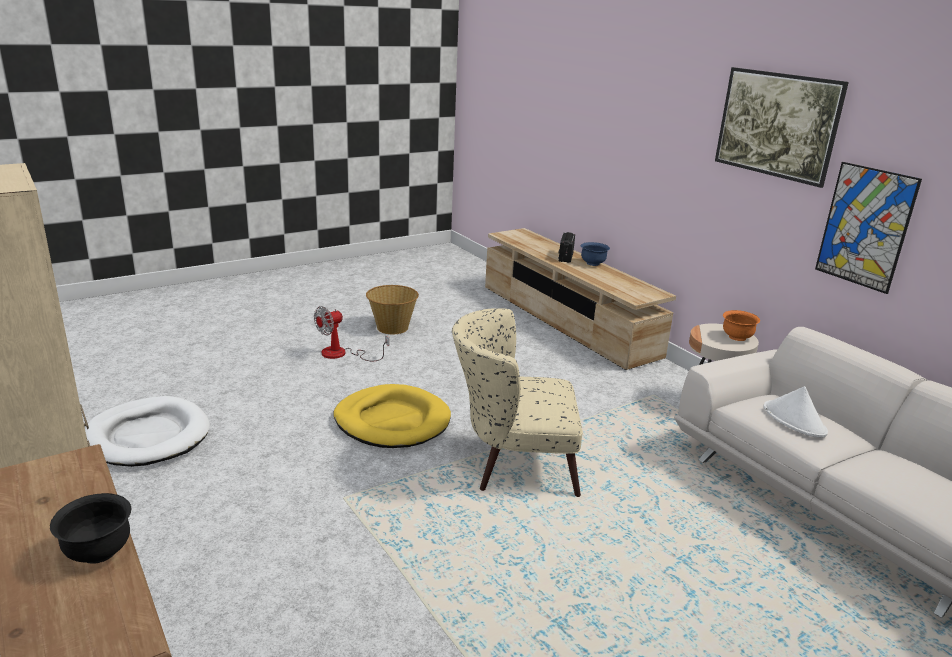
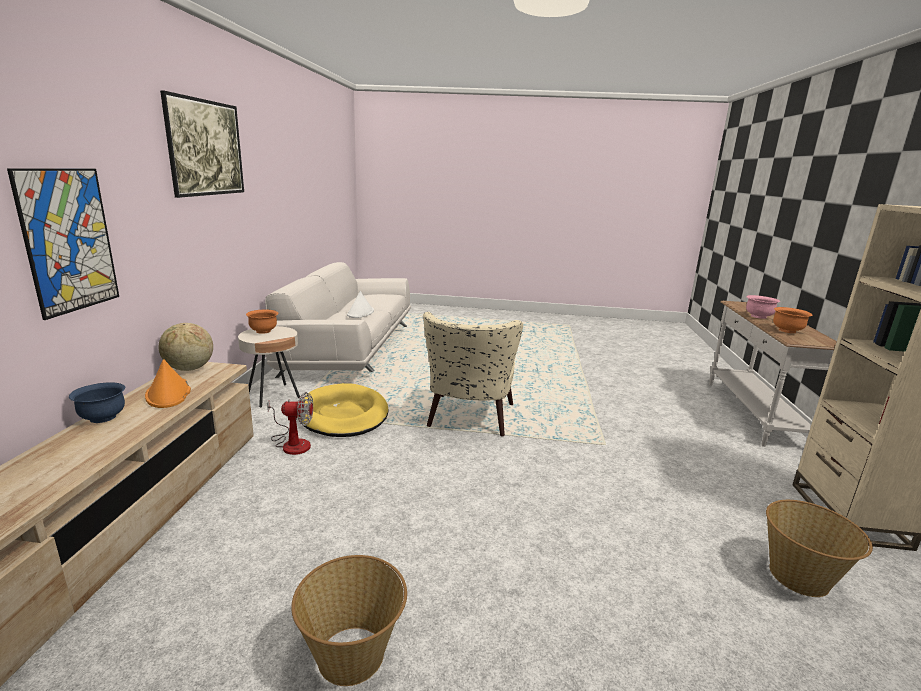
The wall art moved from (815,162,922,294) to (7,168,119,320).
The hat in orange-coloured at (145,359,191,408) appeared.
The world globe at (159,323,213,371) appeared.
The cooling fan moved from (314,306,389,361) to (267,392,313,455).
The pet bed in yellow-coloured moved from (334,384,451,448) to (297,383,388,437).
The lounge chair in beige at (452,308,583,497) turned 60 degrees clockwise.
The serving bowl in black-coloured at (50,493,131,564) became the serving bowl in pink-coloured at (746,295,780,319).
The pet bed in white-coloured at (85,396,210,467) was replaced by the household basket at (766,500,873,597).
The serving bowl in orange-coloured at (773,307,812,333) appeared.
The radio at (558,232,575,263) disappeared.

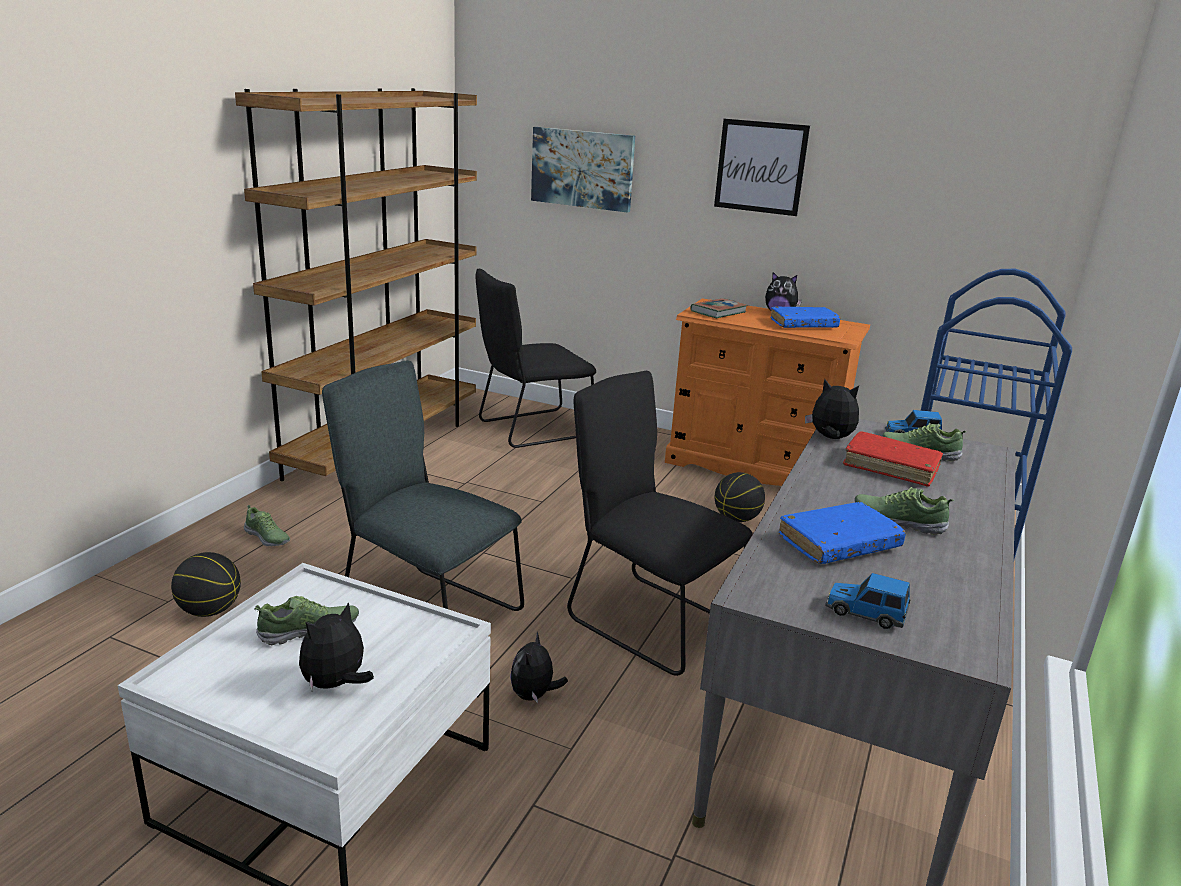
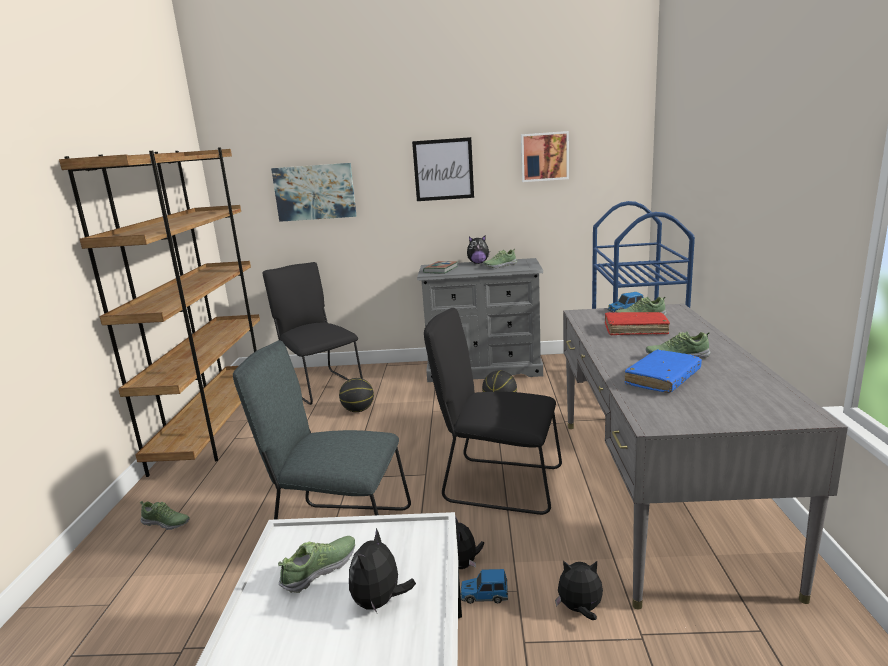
The plain chair in black-coloured at (476,269,596,448) turned 105 degrees clockwise.
The basketball moved from (171,552,241,617) to (339,378,374,412).
The drawer chest in orange-coloured at (665,298,870,486) became the drawer chest in greyish at (417,258,543,382).
The miniature car moved from (825,573,911,629) to (461,569,508,604).
The bound book in bluish at (770,306,841,328) was replaced by the item of footwear at (483,249,517,268).
The wall art at (521,131,569,182) appeared.
The plush toy moved from (805,379,859,439) to (555,560,603,620).

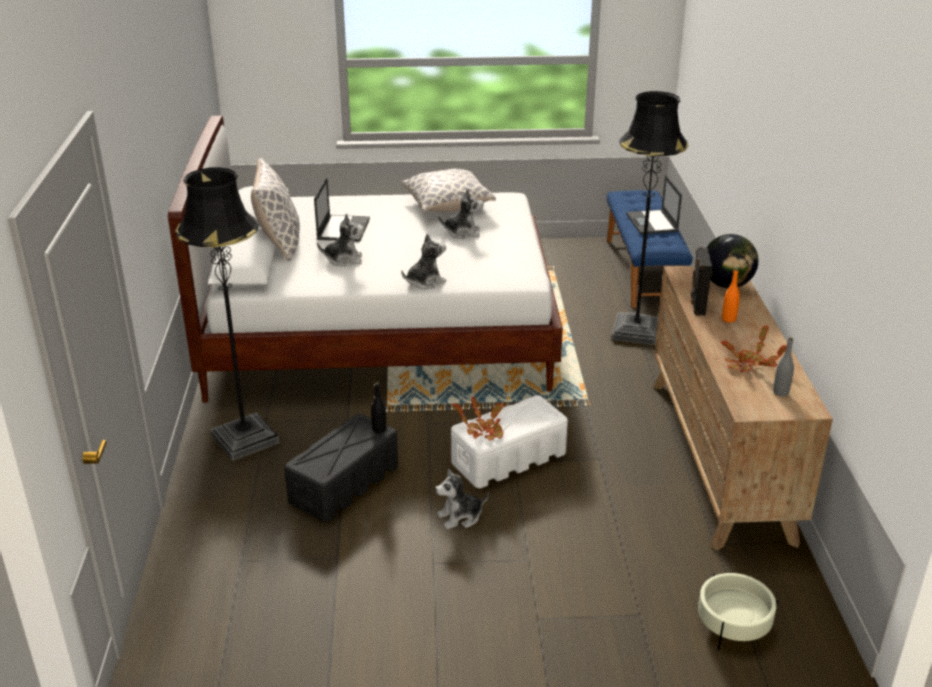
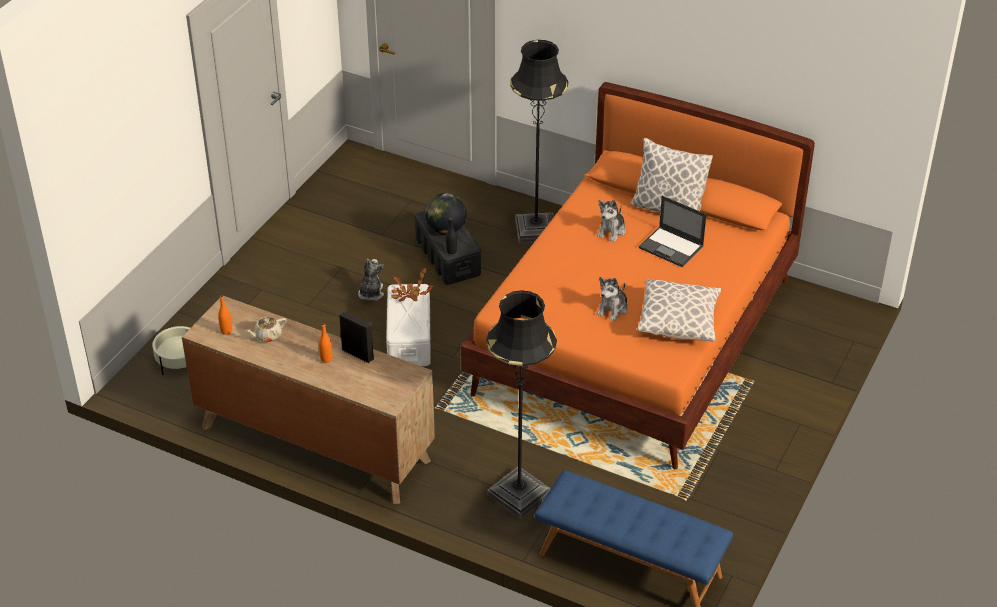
The beverage bottle in greyish at (773,337,794,396) became the beverage bottle in orange-coloured at (218,295,232,335).
The plant in a pot at (720,325,787,372) was replaced by the pot for tea in beige at (245,316,287,342).
The world globe moved from (707,234,758,288) to (425,193,467,234).
The sleeping bed in white-coloured at (168,116,563,403) became the sleeping bed in orange-coloured at (461,82,815,469).
The plush toy at (401,234,446,289) disappeared.
The portable computer at (626,175,682,234) disappeared.

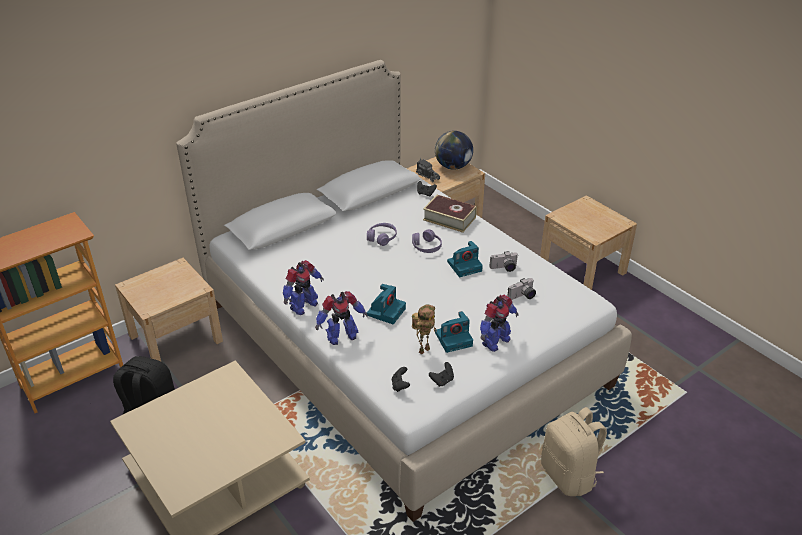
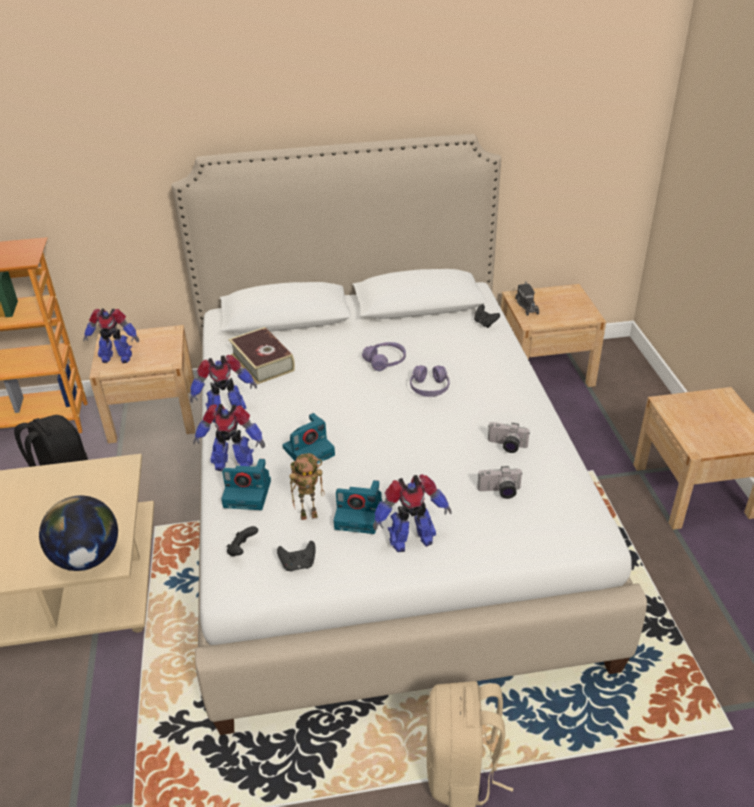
The world globe moved from (435,131,473,170) to (39,495,118,571).
The robot figure at (83,309,139,363) appeared.
The photo camera moved from (447,241,483,277) to (221,459,271,510).
The bound book moved from (423,195,477,233) to (229,327,295,384).

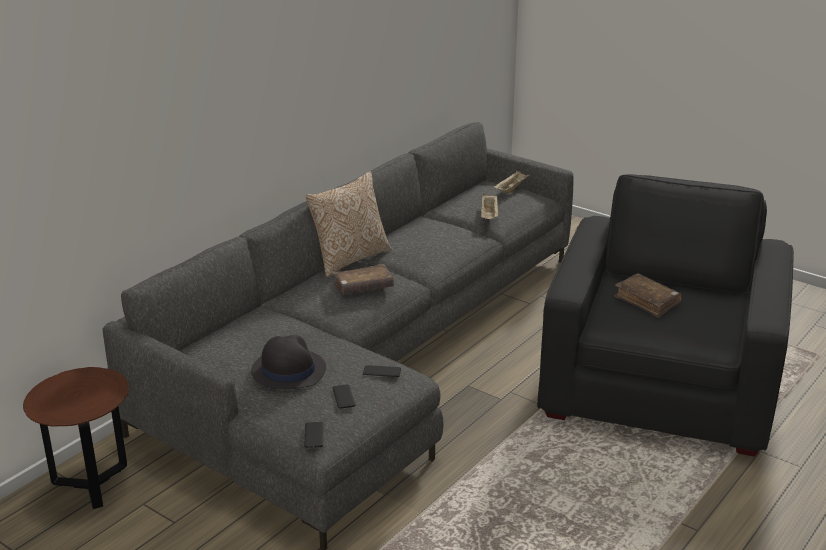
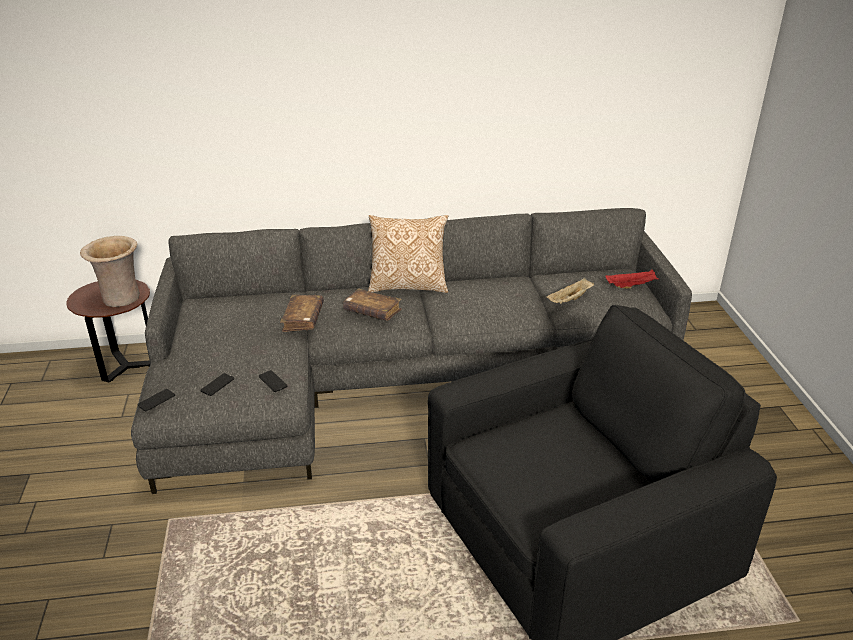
The decorative vase in beige at (80,236,140,307) appeared.
The bound book in brownish moved from (614,273,682,318) to (280,295,324,332).
The carrying tray in beige at (493,170,530,193) became the carrying tray in reddish at (605,269,659,289).
The hat in black-coloured at (251,335,326,390) disappeared.

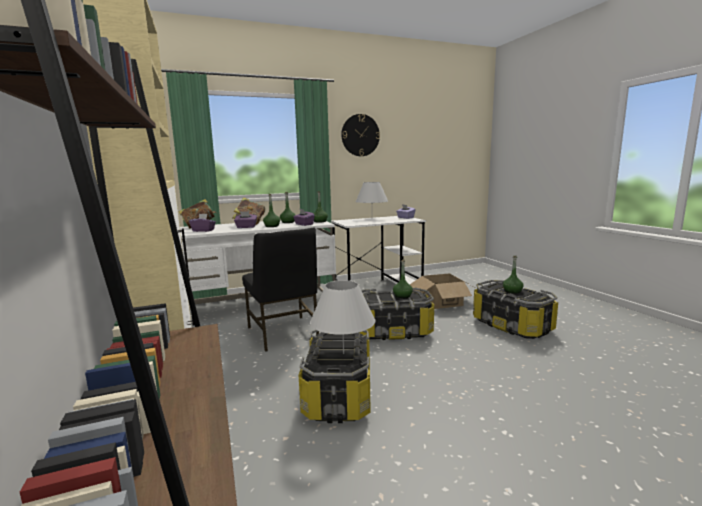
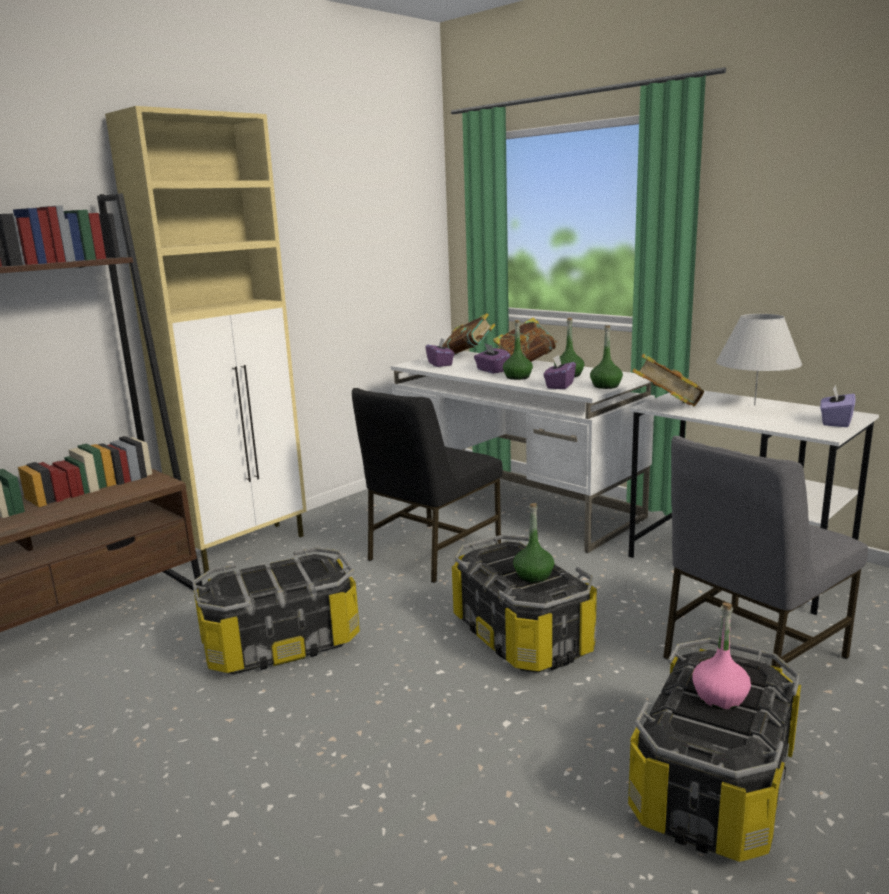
The bound book at (632,354,704,406) appeared.
The packing box at (410,273,472,309) was replaced by the plain chair in greyish at (663,436,868,668).
The beverage bottle in green at (503,256,524,294) became the beverage bottle in pink-coloured at (692,603,751,710).
The tabletop lamp in white-coloured at (310,280,375,354) disappeared.
The hanging clock at (341,114,380,156) disappeared.

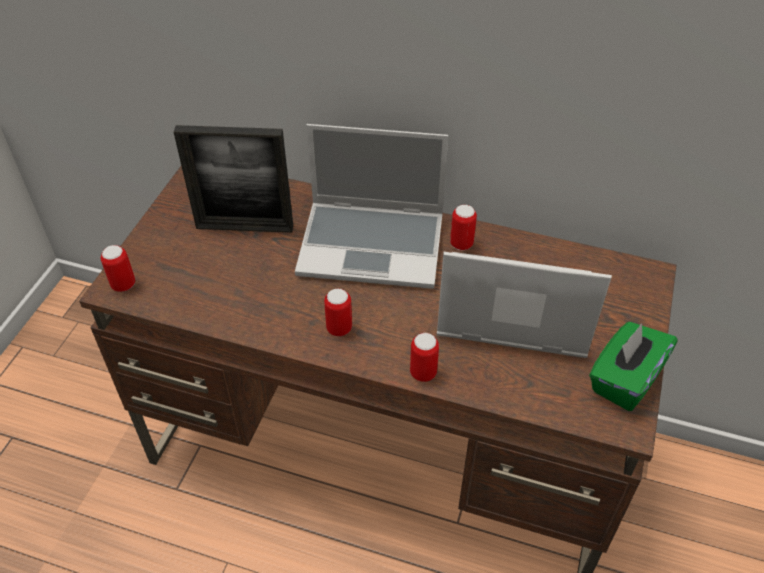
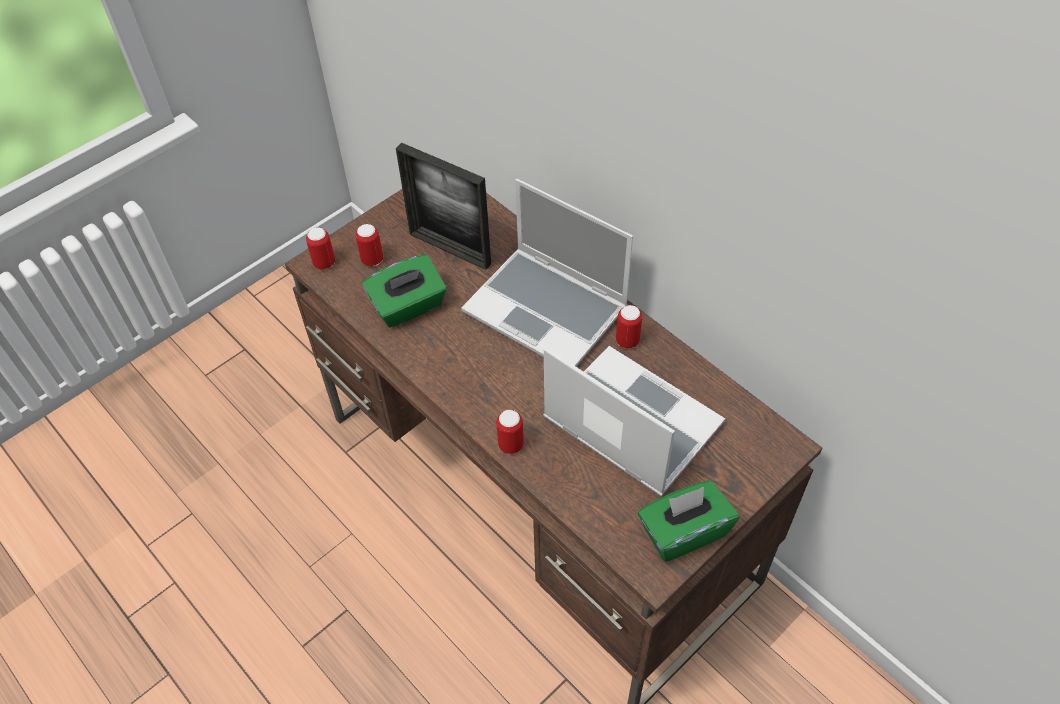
The can moved from (324,288,352,336) to (355,224,383,266).
The tissue box in green at (362,254,447,328) appeared.

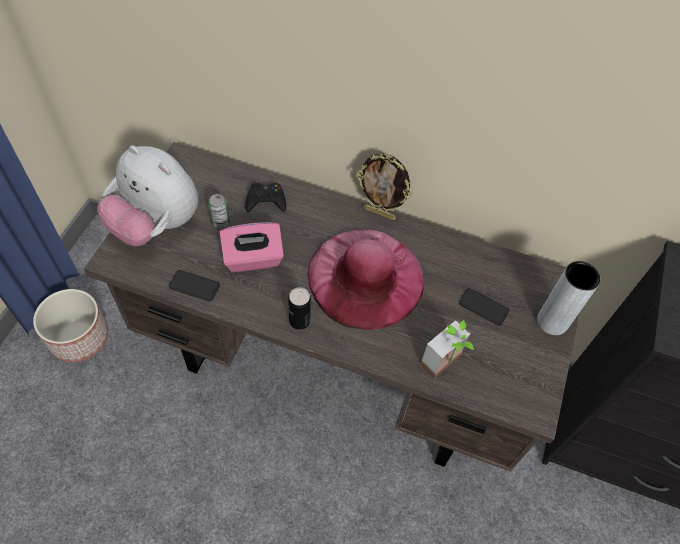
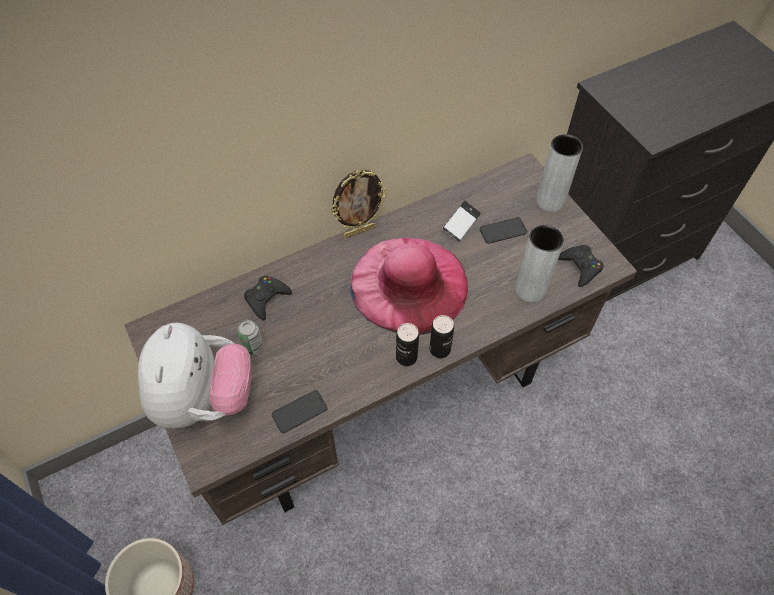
The plush toy at (97,145,198,246) turned 75 degrees counterclockwise.
The can at (429,315,454,358) appeared.
The telephone at (442,201,481,242) appeared.
The plant in a pot at (420,320,474,378) was replaced by the decorative vase in greyish at (515,225,564,303).
The gamepad in black-coloured at (558,245,604,287) appeared.
The tissue box in pink-coloured at (219,222,284,272) disappeared.

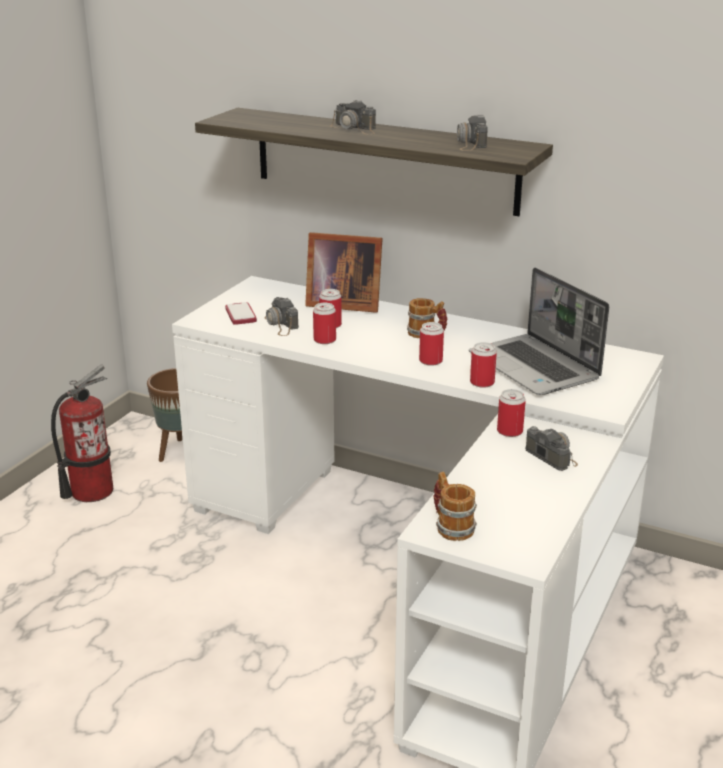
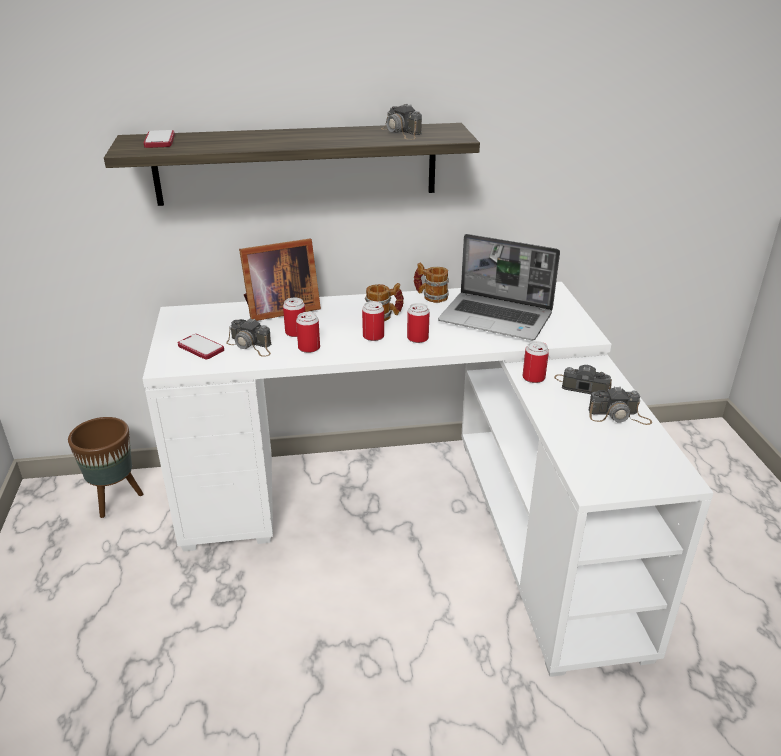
The telephone at (144,130,175,148) appeared.
The can moved from (470,342,497,388) to (362,301,384,341).
The mug moved from (433,472,477,541) to (414,262,449,303).
The photo camera moved from (330,100,376,134) to (588,386,652,425).
The fire-fighting cylinder at (51,365,113,502) disappeared.

